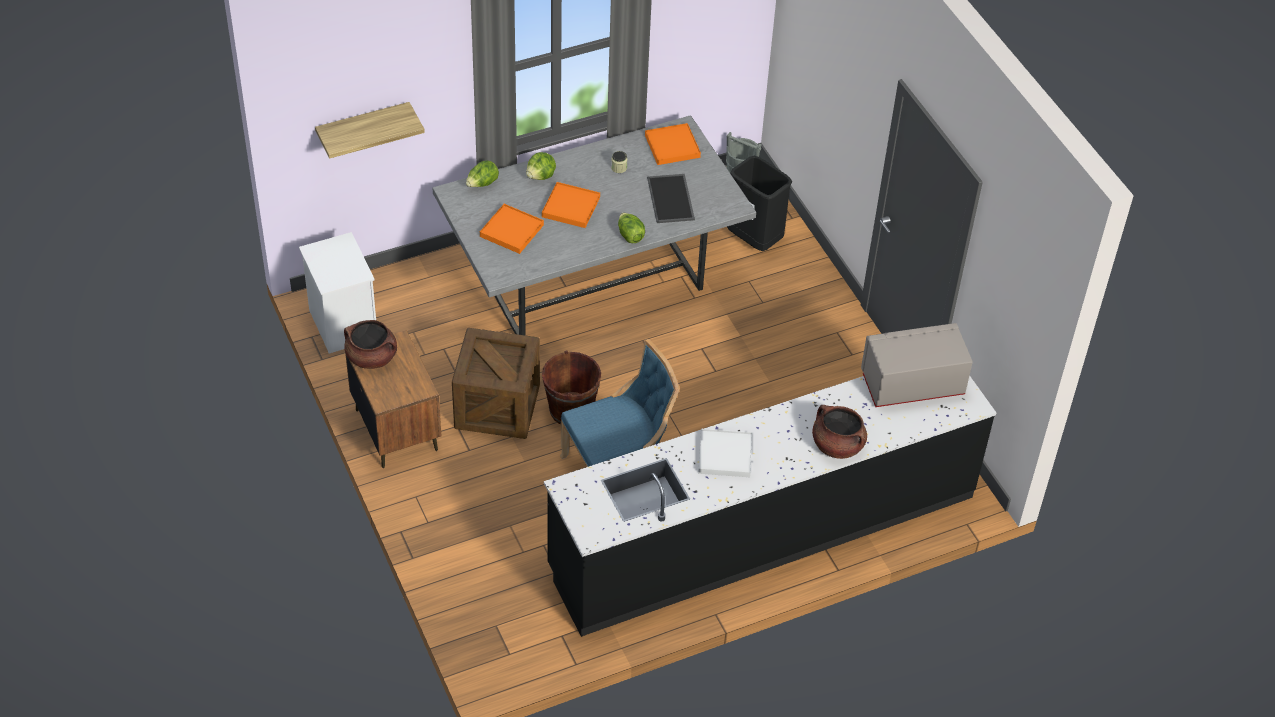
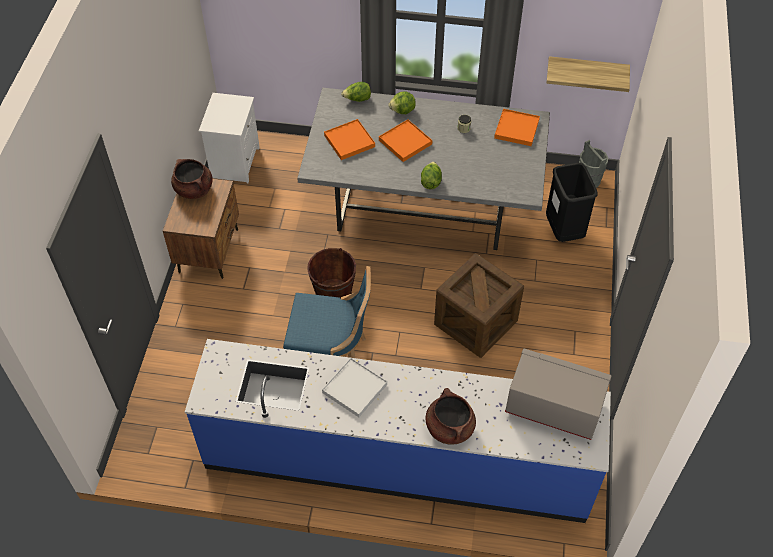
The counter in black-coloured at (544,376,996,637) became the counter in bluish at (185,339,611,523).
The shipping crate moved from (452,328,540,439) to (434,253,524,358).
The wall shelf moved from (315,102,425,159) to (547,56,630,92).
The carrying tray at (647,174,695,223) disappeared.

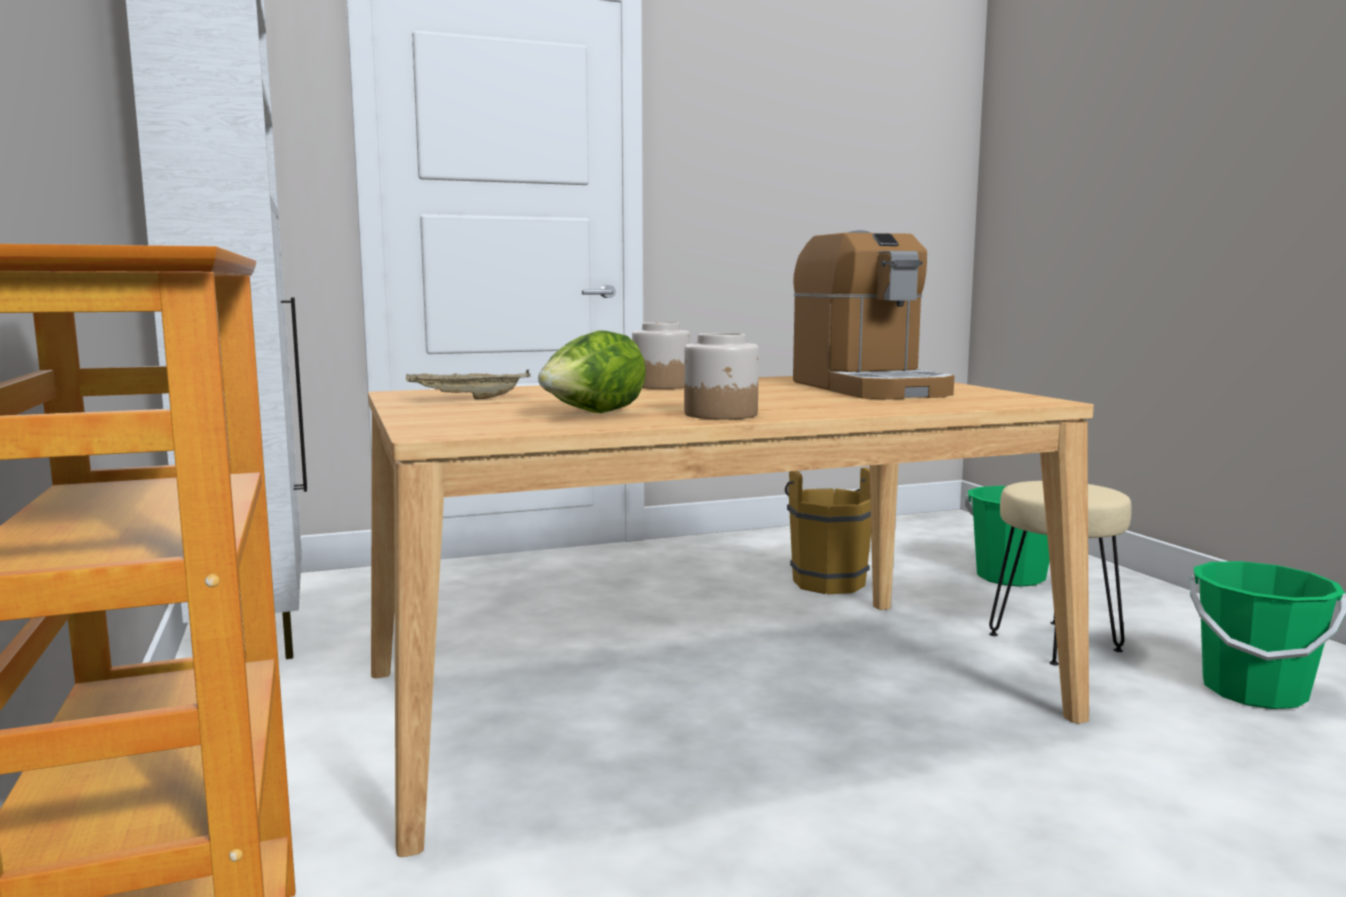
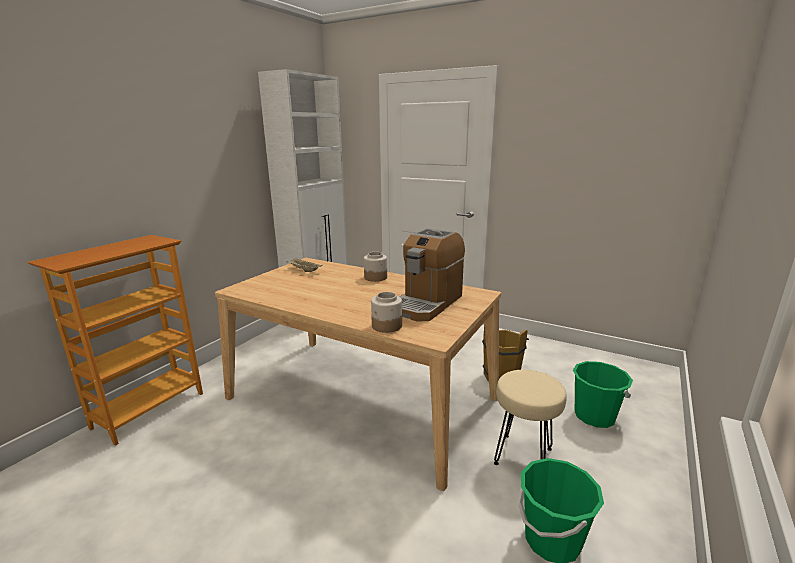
The jar moved from (684,333,759,420) to (371,292,402,333).
The lettuce at (538,330,646,413) disappeared.

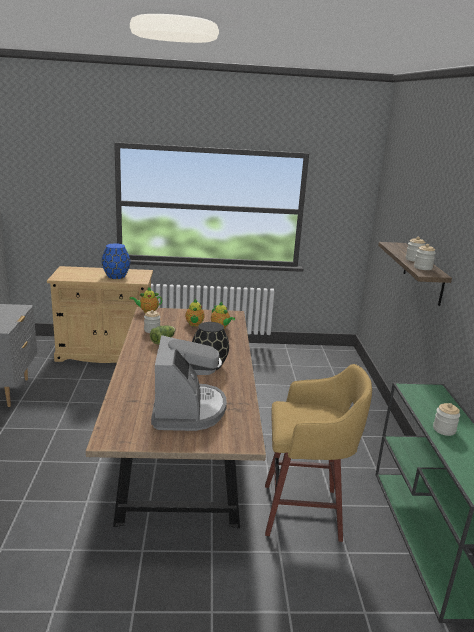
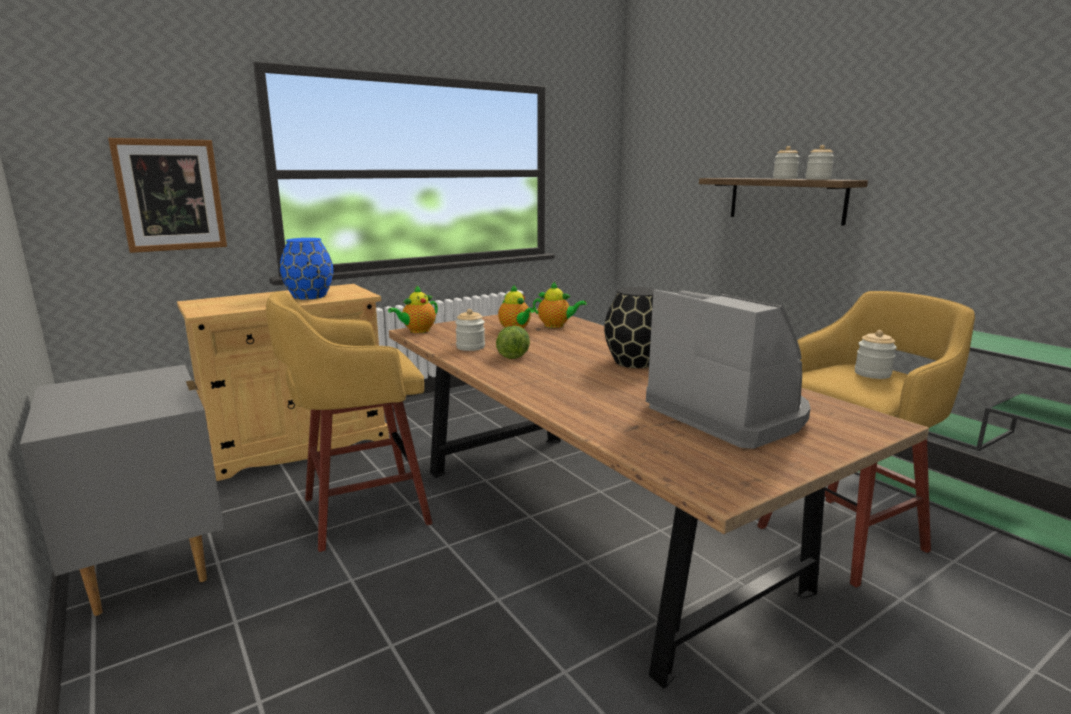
The wall art at (108,138,227,253) appeared.
The stool in yellow-coloured at (266,291,433,552) appeared.
The jar moved from (433,403,460,436) to (855,330,897,379).

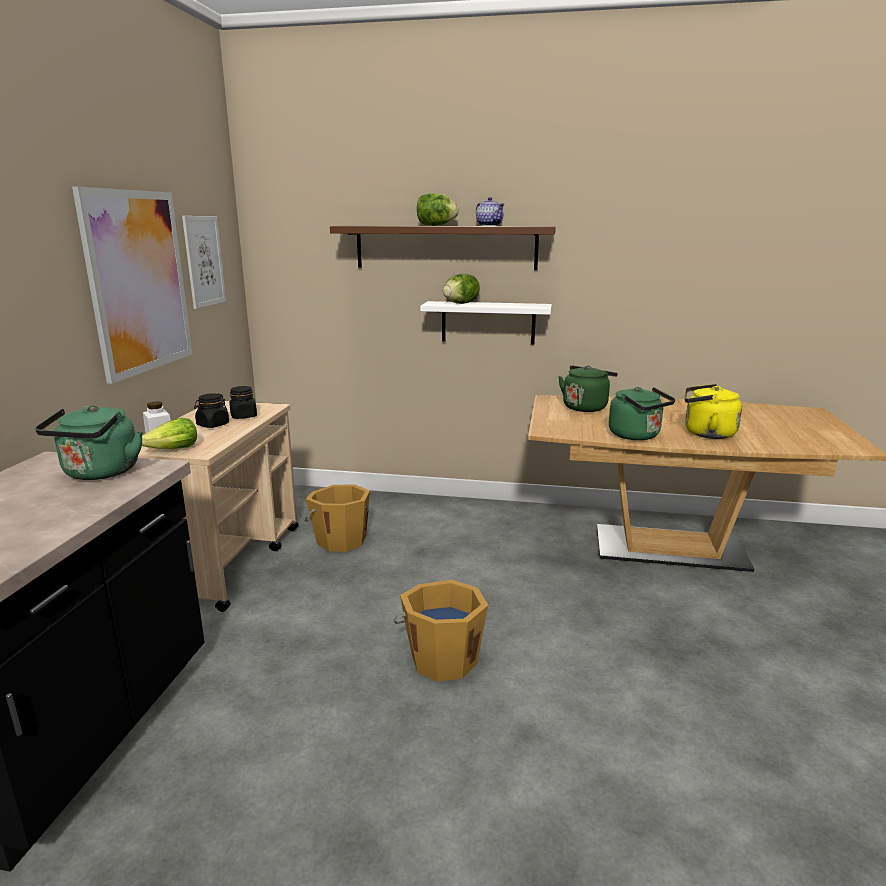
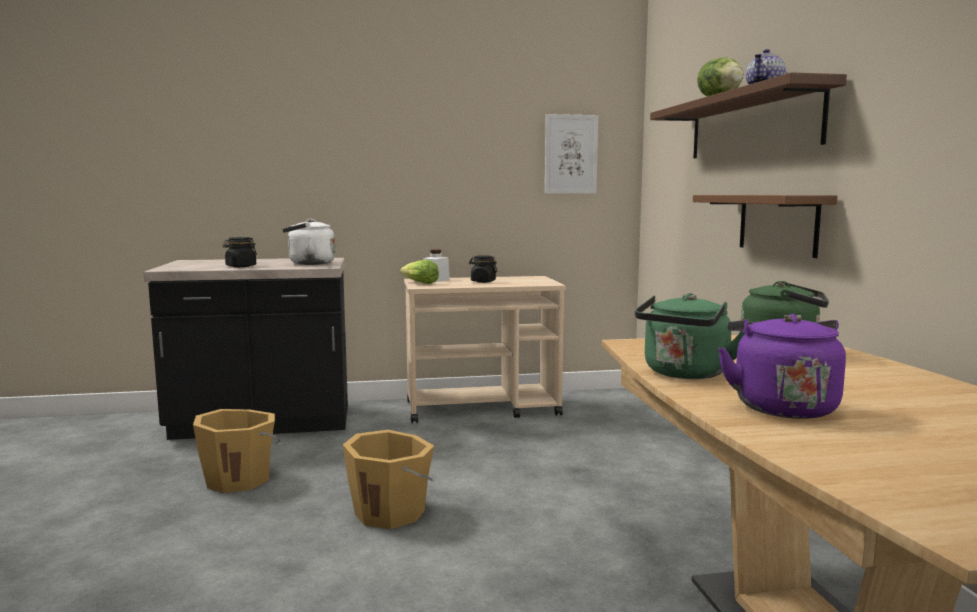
The pail in orange-coloured moved from (305,484,370,552) to (193,409,280,493).
The jar in black-coloured moved from (229,386,257,419) to (223,237,257,267).
The tea kettle in green at (35,405,143,480) became the tea kettle in white-coloured at (282,219,335,265).
The wall shelf in white-coloured at (420,301,552,345) became the wall shelf in brownish at (693,195,837,258).
The tea kettle in yellow-coloured at (685,384,742,439) became the tea kettle in purplish at (718,314,846,419).
The wall art at (72,187,192,384) disappeared.
The lettuce at (443,273,480,304) disappeared.

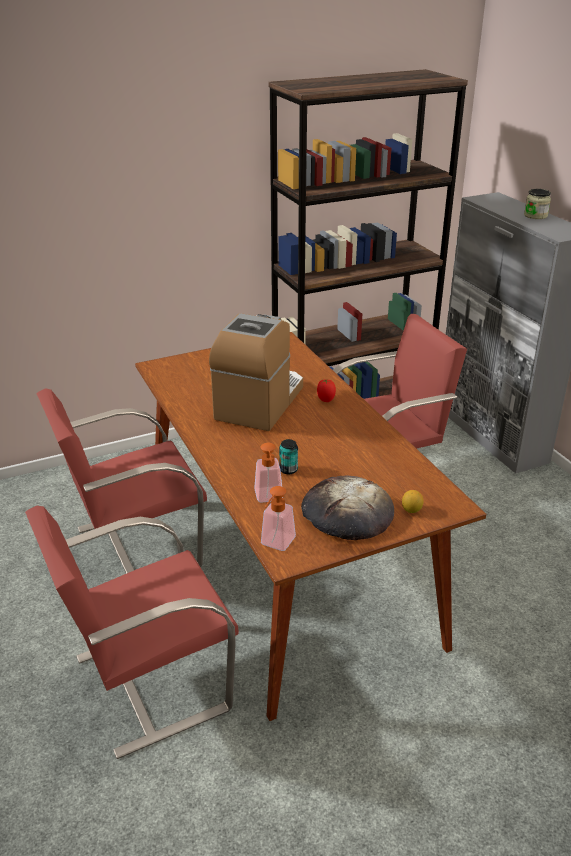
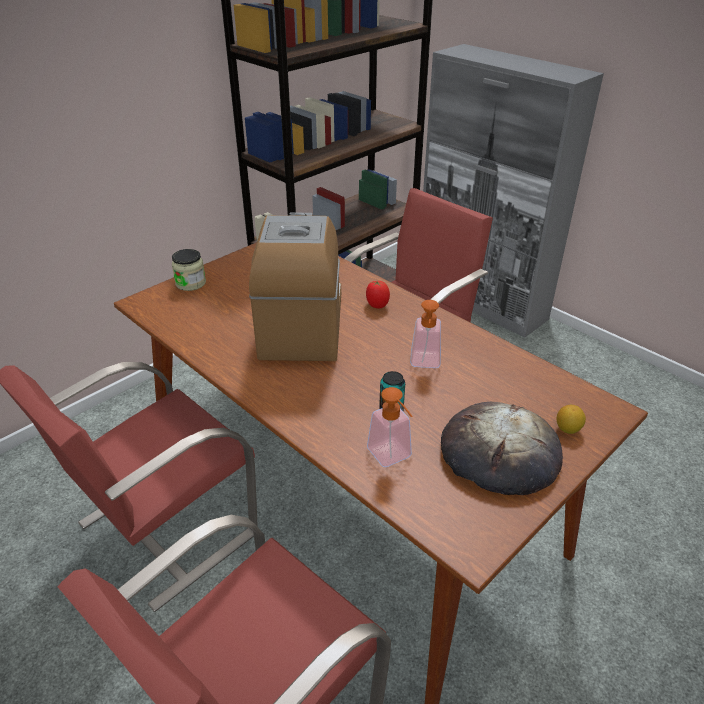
The jar moved from (524,189,551,219) to (172,249,206,291).
The liquid soap bottle moved from (261,486,296,551) to (410,300,441,368).

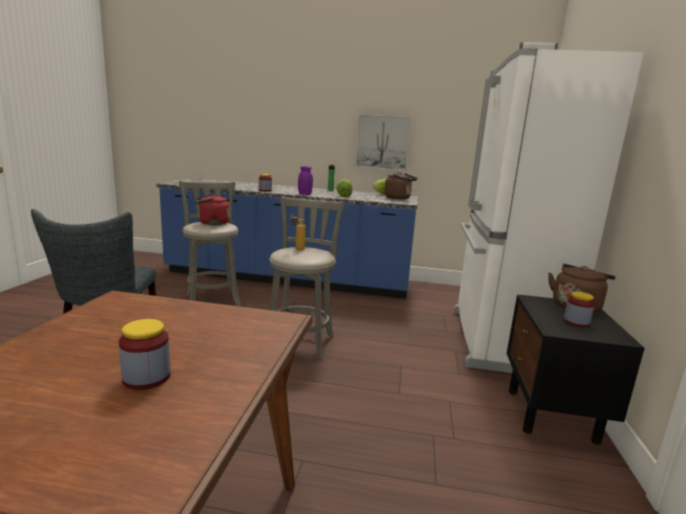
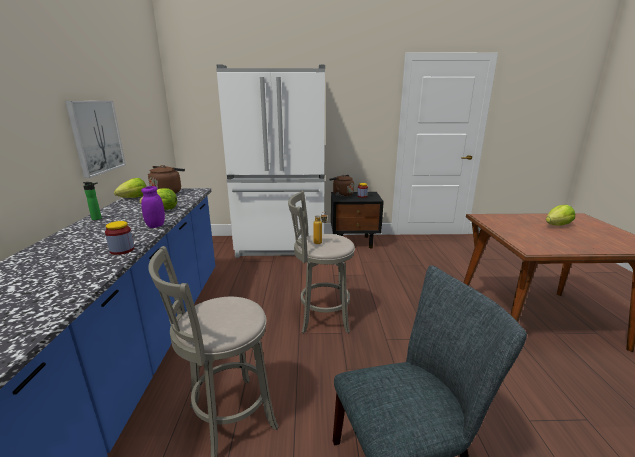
The jar at (119,319,171,390) was replaced by the lettuce at (546,205,575,226).
The tea kettle in reddish at (195,194,230,225) disappeared.

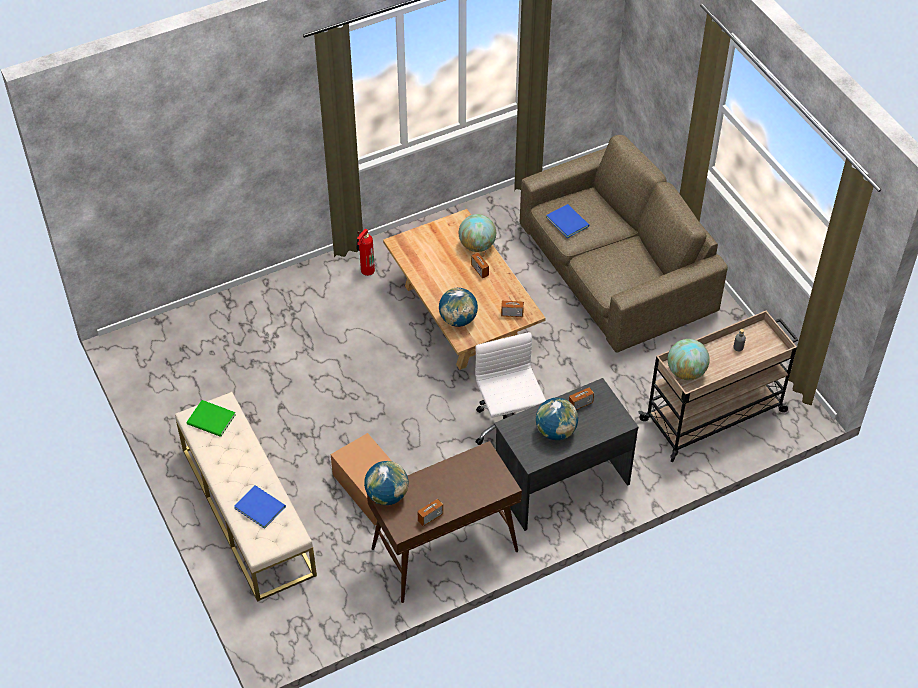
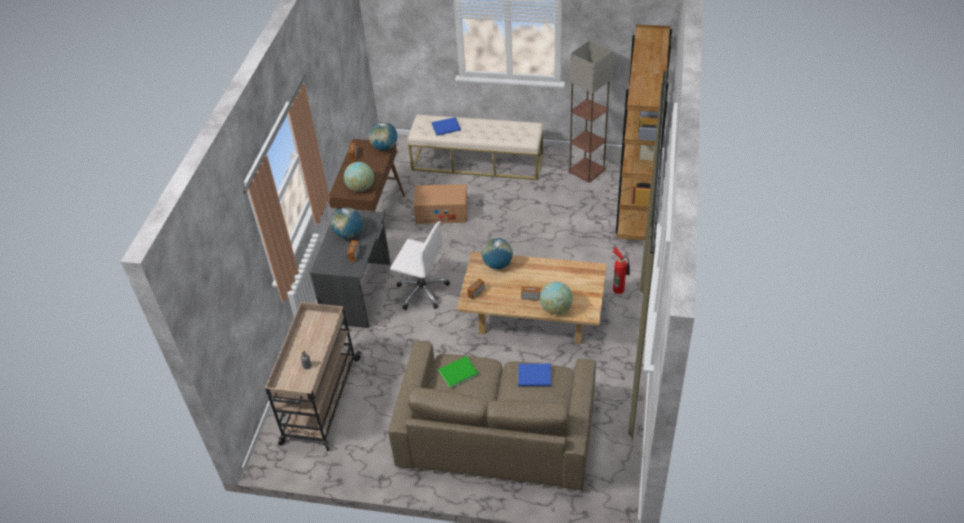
The world globe moved from (668,339,710,380) to (344,162,374,192).
The bound book in green moved from (187,400,236,437) to (438,356,479,388).
The floor lamp at (569,41,613,183) appeared.
The bookshelf in brownish at (616,24,672,241) appeared.

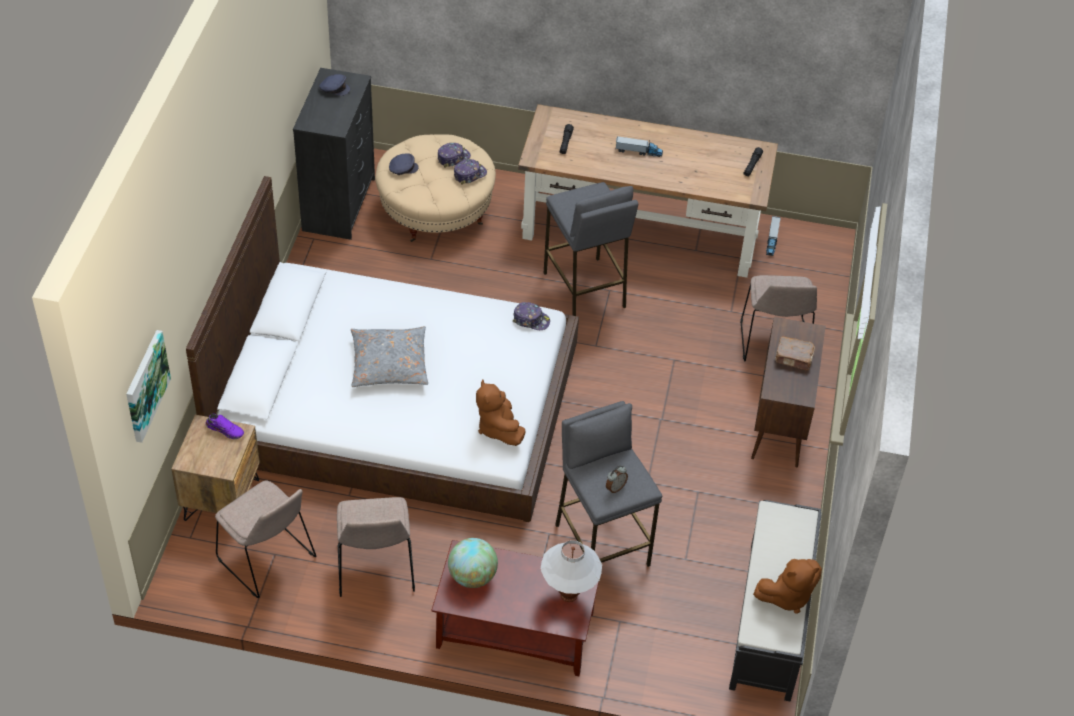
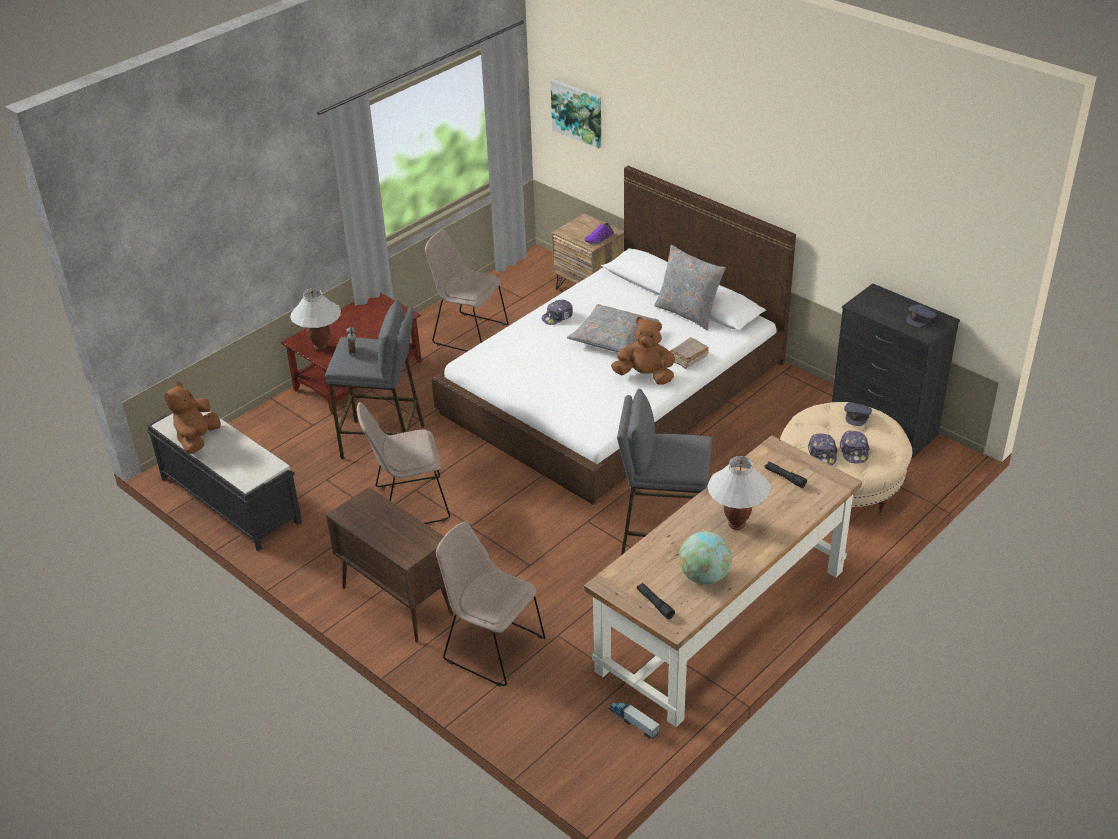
The plain chair in beige moved from (215,480,316,598) to (357,402,450,524).
The cap moved from (513,302,550,330) to (542,300,573,325).
The plush toy in brownish moved from (476,379,526,446) to (611,317,675,385).
The pillow in greyish at (654,245,726,330) appeared.
The bound book in brownish moved from (775,336,815,371) to (670,338,709,369).
The world globe moved from (448,538,498,588) to (679,532,732,585).
The model truck at (616,136,663,157) was replaced by the tabletop lamp in white-coloured at (707,456,771,530).

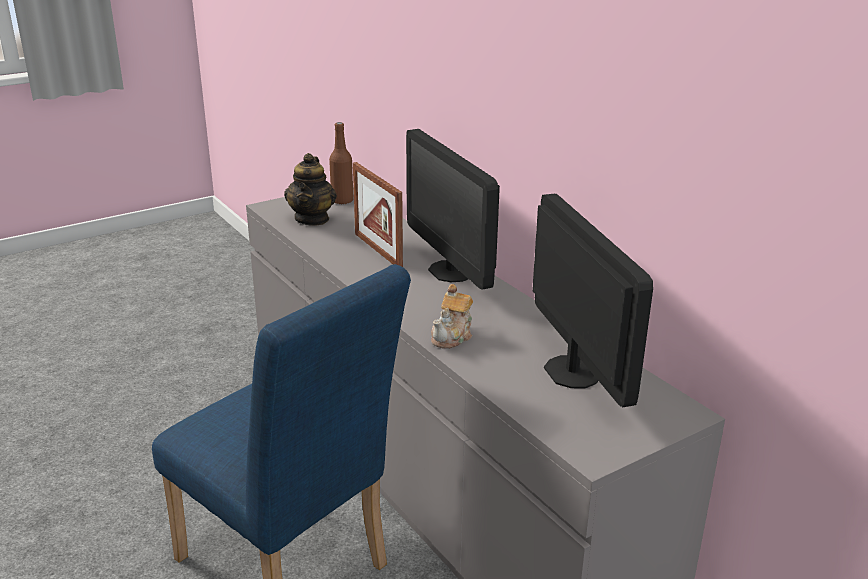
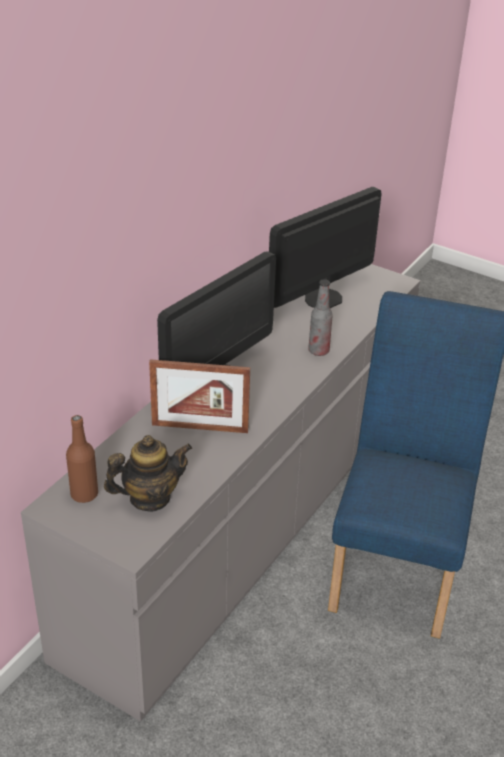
The picture frame at (353,162,403,267) turned 60 degrees clockwise.
The pot for tea at (431,284,473,349) was replaced by the beverage bottle at (308,279,333,356).

